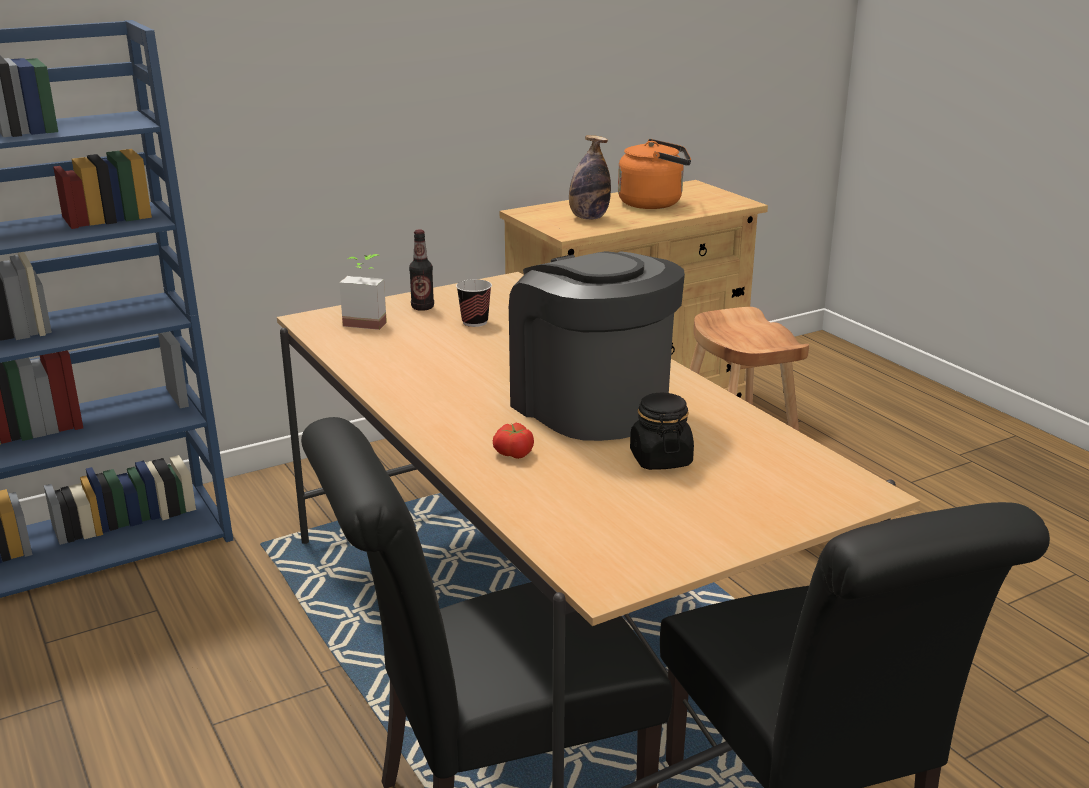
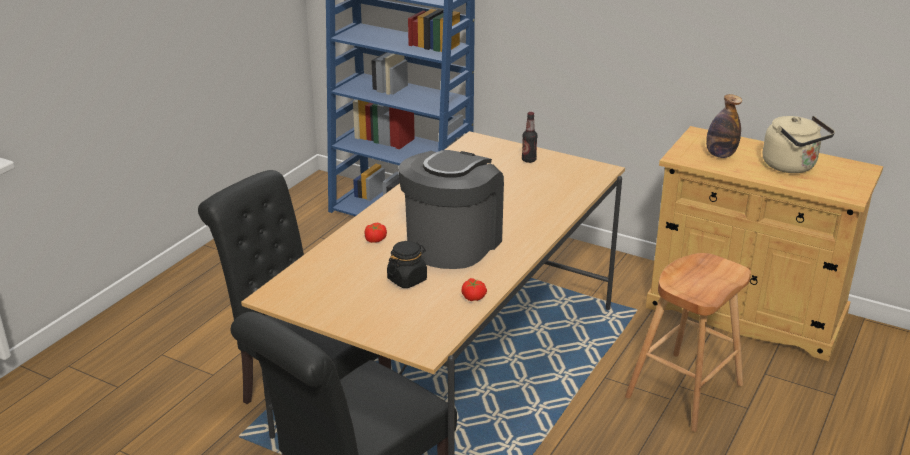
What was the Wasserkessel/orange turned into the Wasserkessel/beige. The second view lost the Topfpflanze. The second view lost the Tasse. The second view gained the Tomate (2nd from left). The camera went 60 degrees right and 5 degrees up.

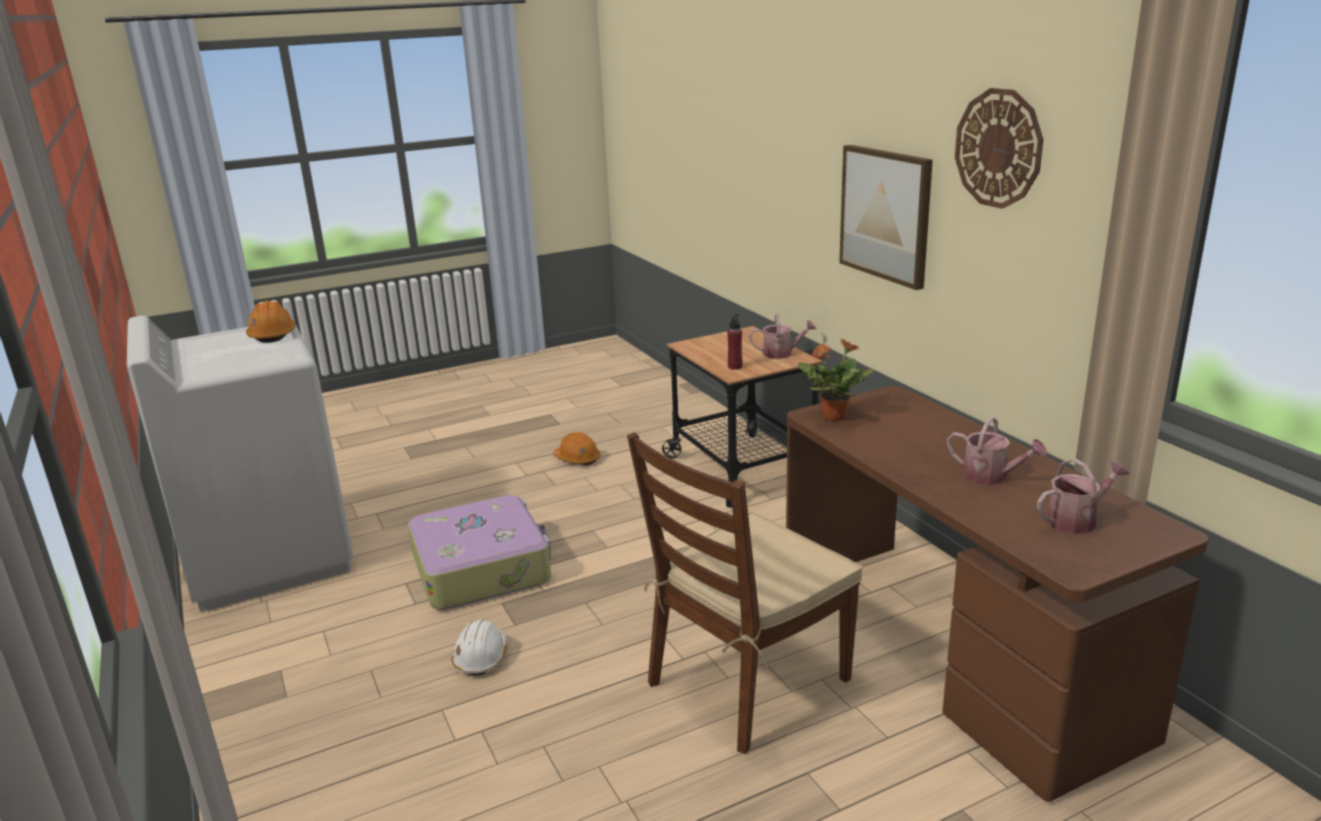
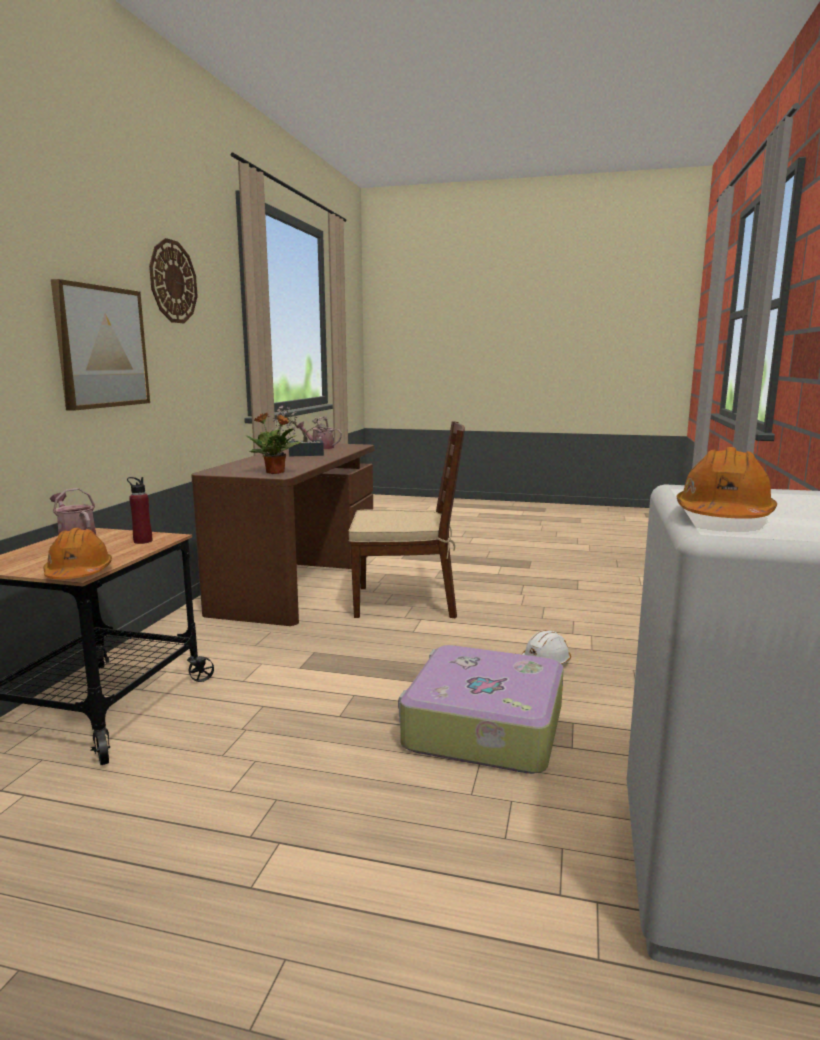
Where the Gießkanne (2nd from left) stood, the Topfpflanze (2nd from left) came to stand. The Schutzhelm/orange (2nd from left in the first image) ended up elsewhere. The camera went 140 degrees left and 10 degrees down.

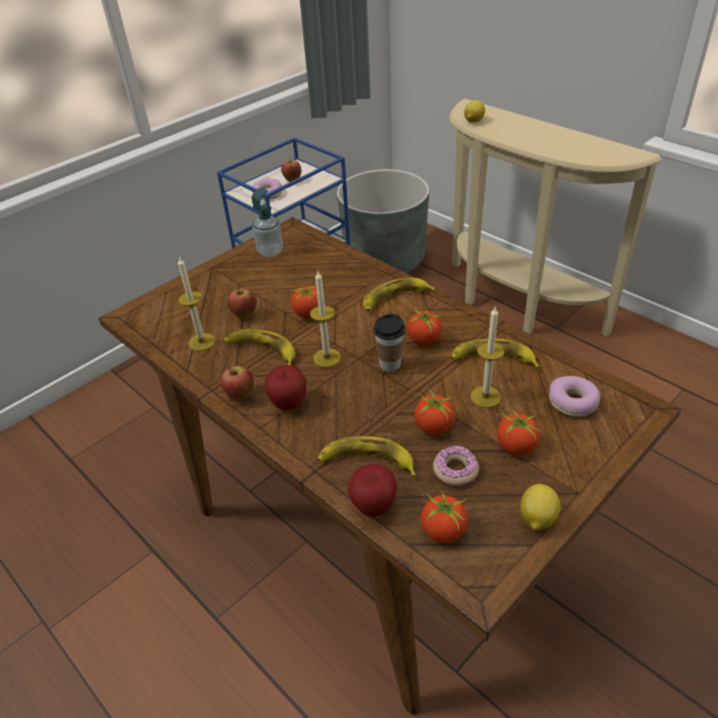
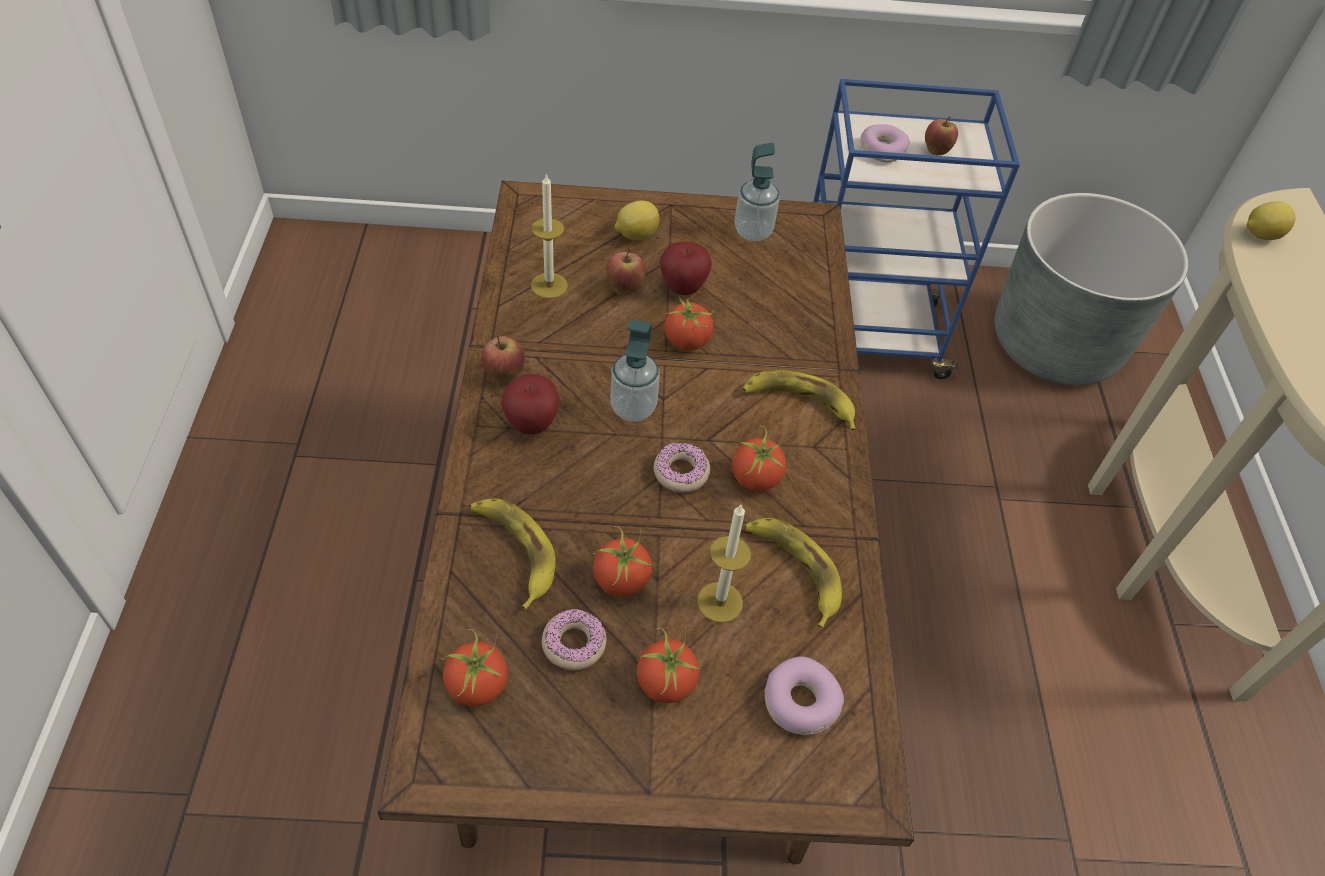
Where the Kerze (2nd from left) stood, the Seifenspender (1st from left) came to stand. Where the Tasse stood, the Donut (2nd from left) came to stand. The second view lost the Banane (1st from left). The Apfel (5th from left in the first image) ended up elsewhere. The Zitrone (2nd from left in the first image) ended up elsewhere. The camera went 40 degrees right and 10 degrees up.

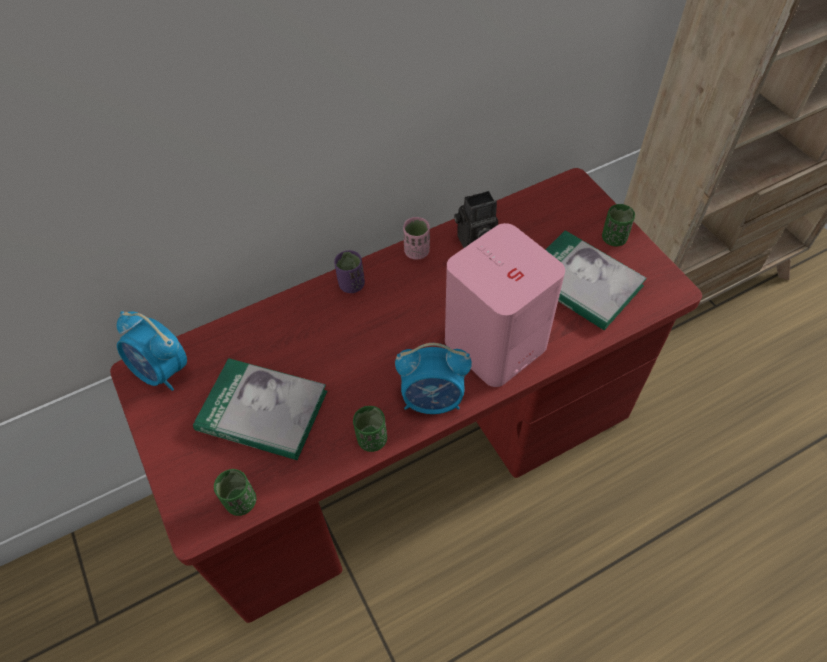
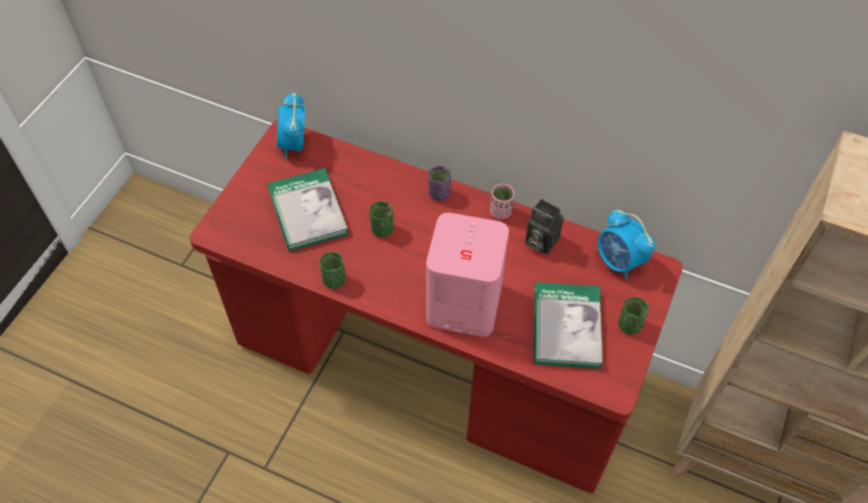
The Wecker (2nd from left) ended up elsewhere. The Tasse/grün (1st from left in the first image) ended up elsewhere. The camera went 50 degrees right and 0 degrees up.

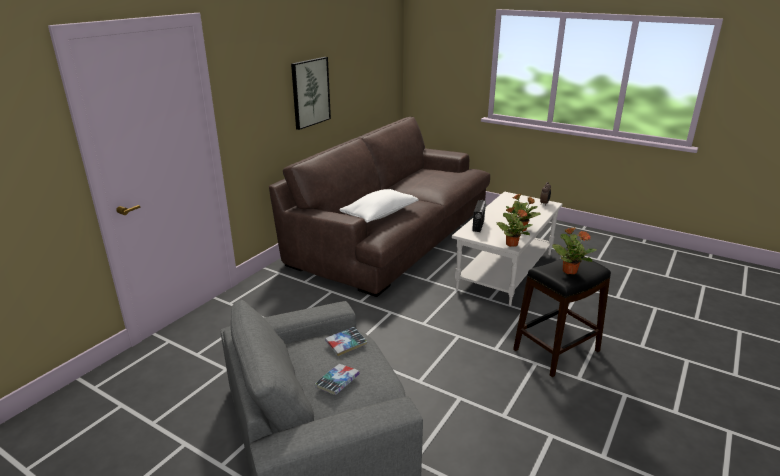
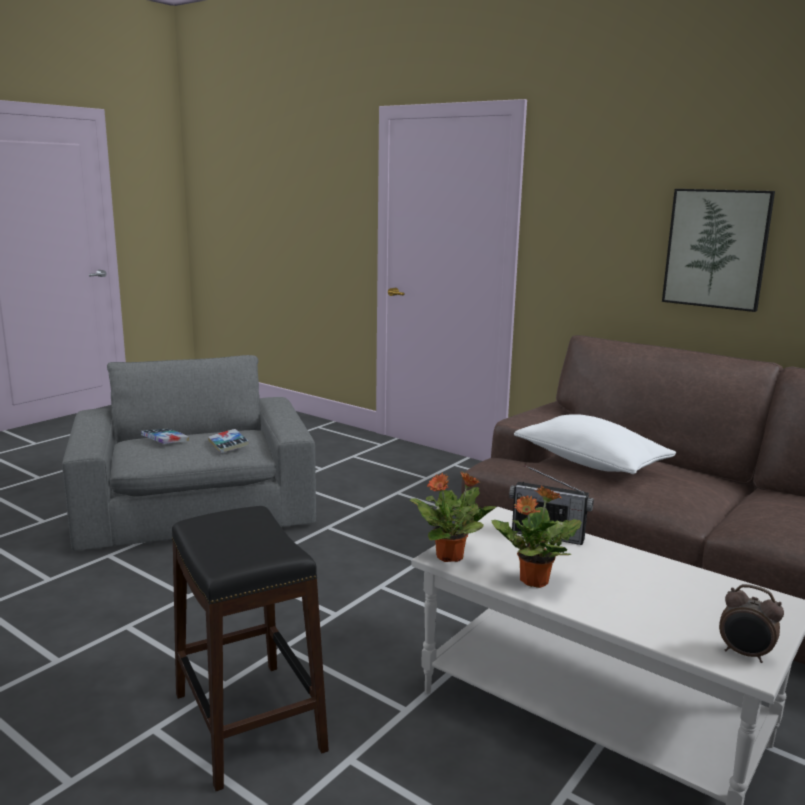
The second view lost the Topfpflanze (3rd from left). The camera went 95 degrees right and 10 degrees down.

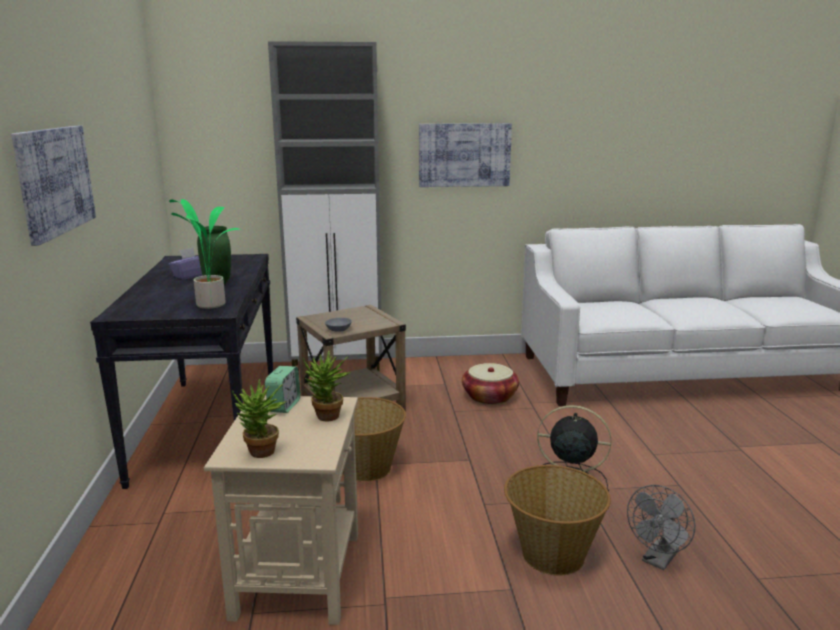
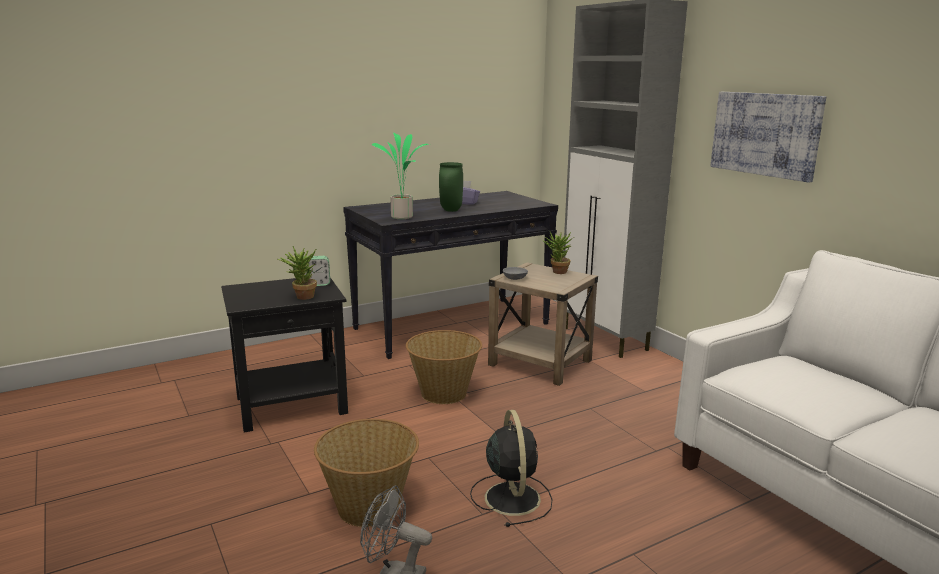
The second view lost the Bild (1st from left). The second view lost the Korb (2nd from left). The Topfpflanze (2nd from left in the first image) ended up elsewhere. What was the Beistelltisch/beige (1st from left) turned into the Beistelltisch/schwarz. The camera went 65 degrees right and 0 degrees up.

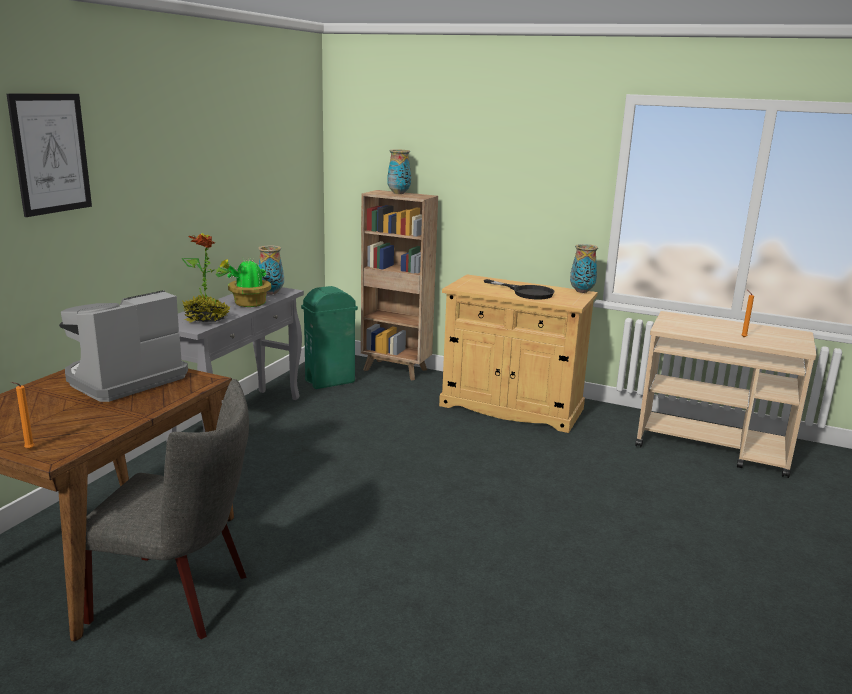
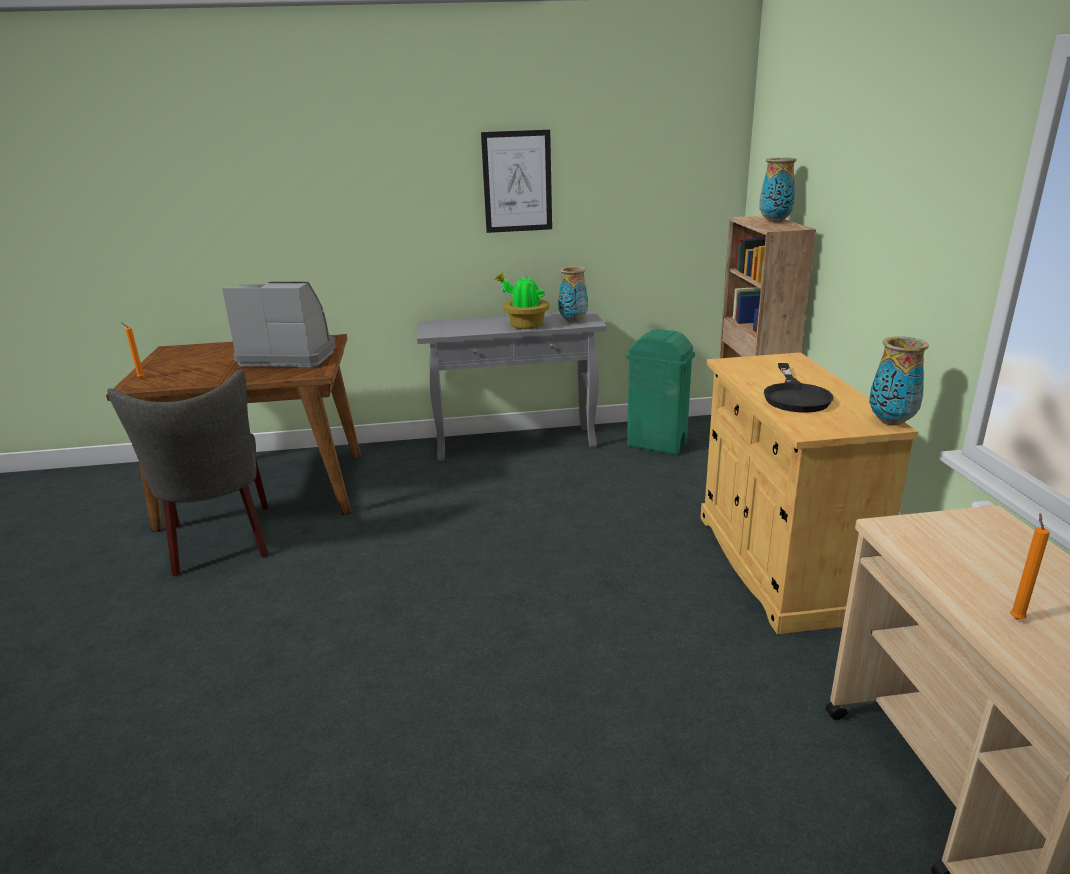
The Bild ended up elsewhere. The second view lost the Topfpflanze (1st from left). The camera went 60 degrees right and 5 degrees up.

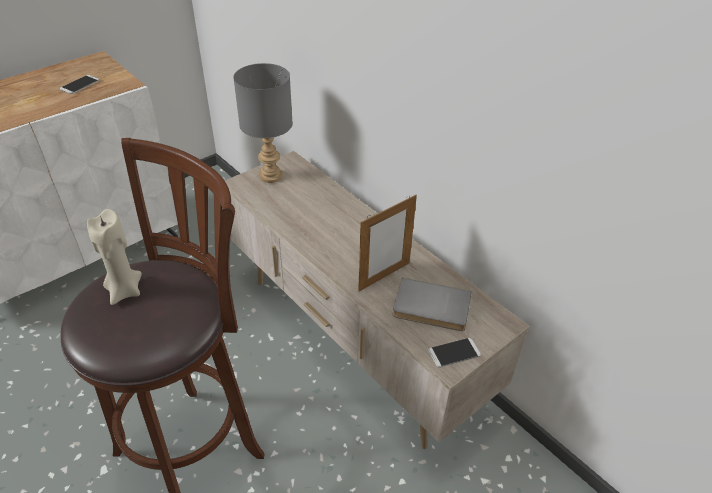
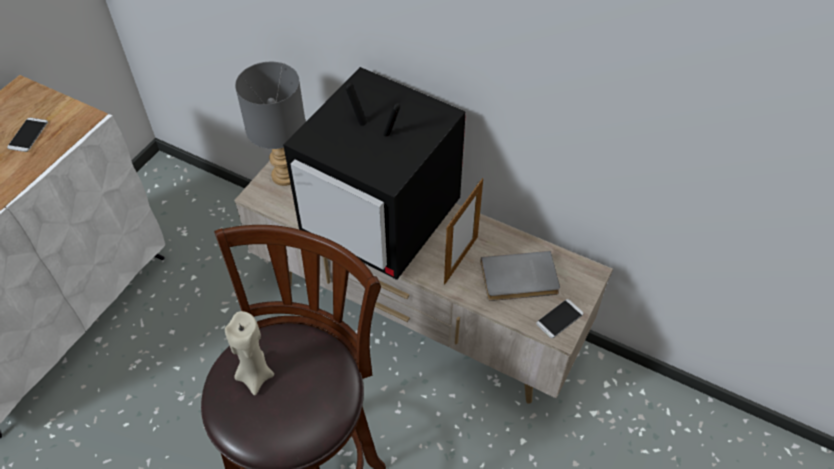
The second view gained the Fernseher. The camera went 20 degrees left and 10 degrees up.

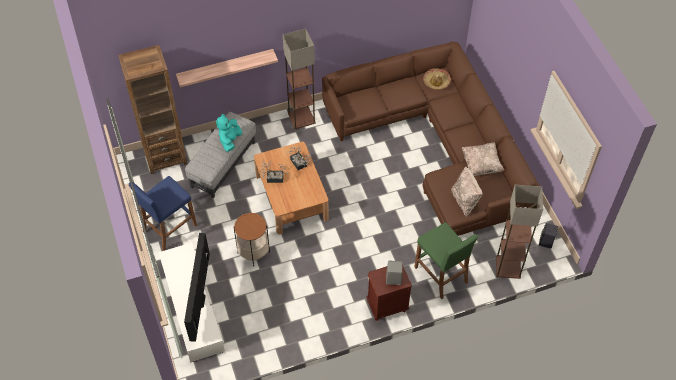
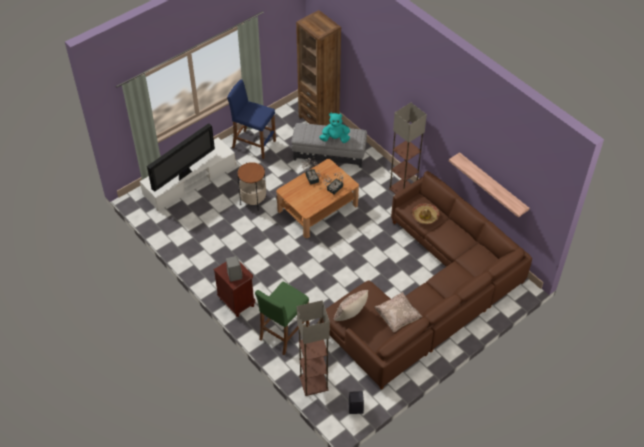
The Wandregal ended up elsewhere. The Hut ended up elsewhere. The Fernseher ended up facing another way, 150 degrees clockwise from before. The camera went 70 degrees right and 5 degrees down.

